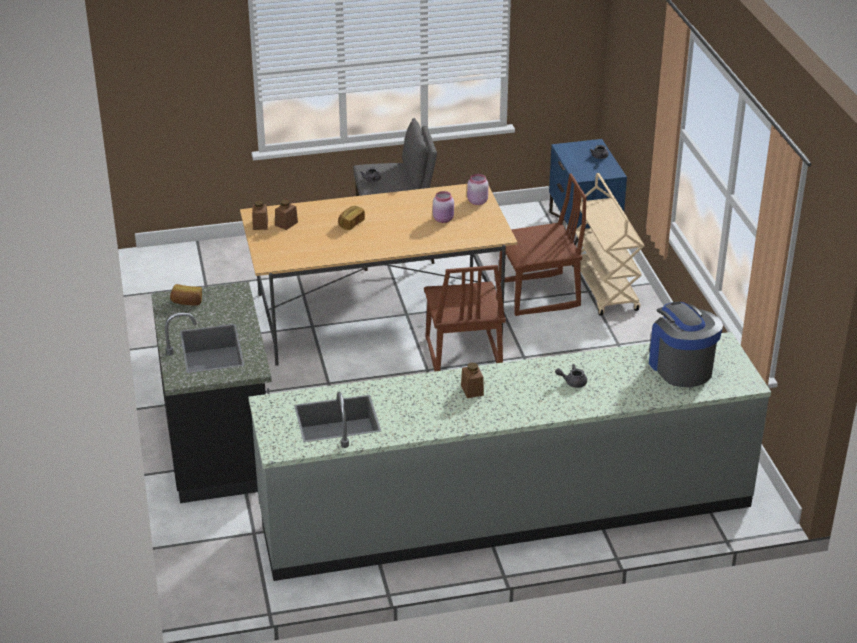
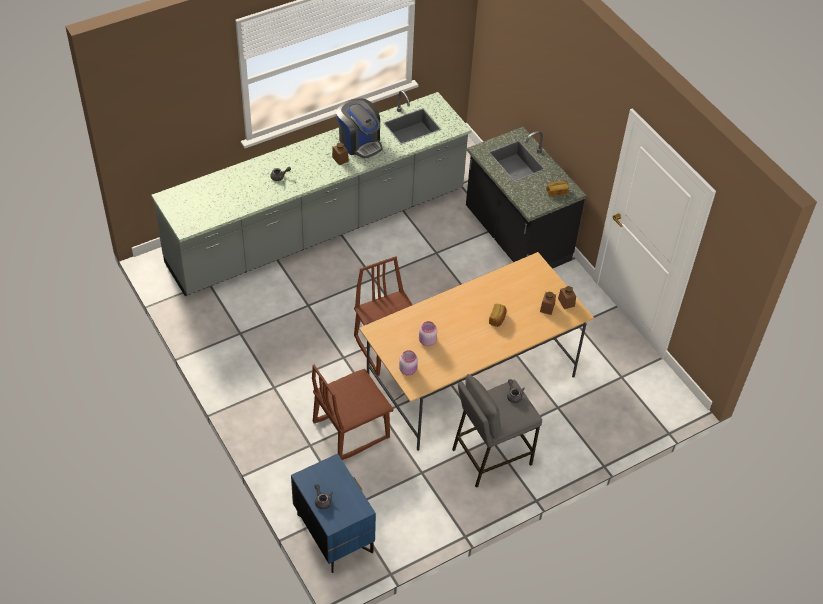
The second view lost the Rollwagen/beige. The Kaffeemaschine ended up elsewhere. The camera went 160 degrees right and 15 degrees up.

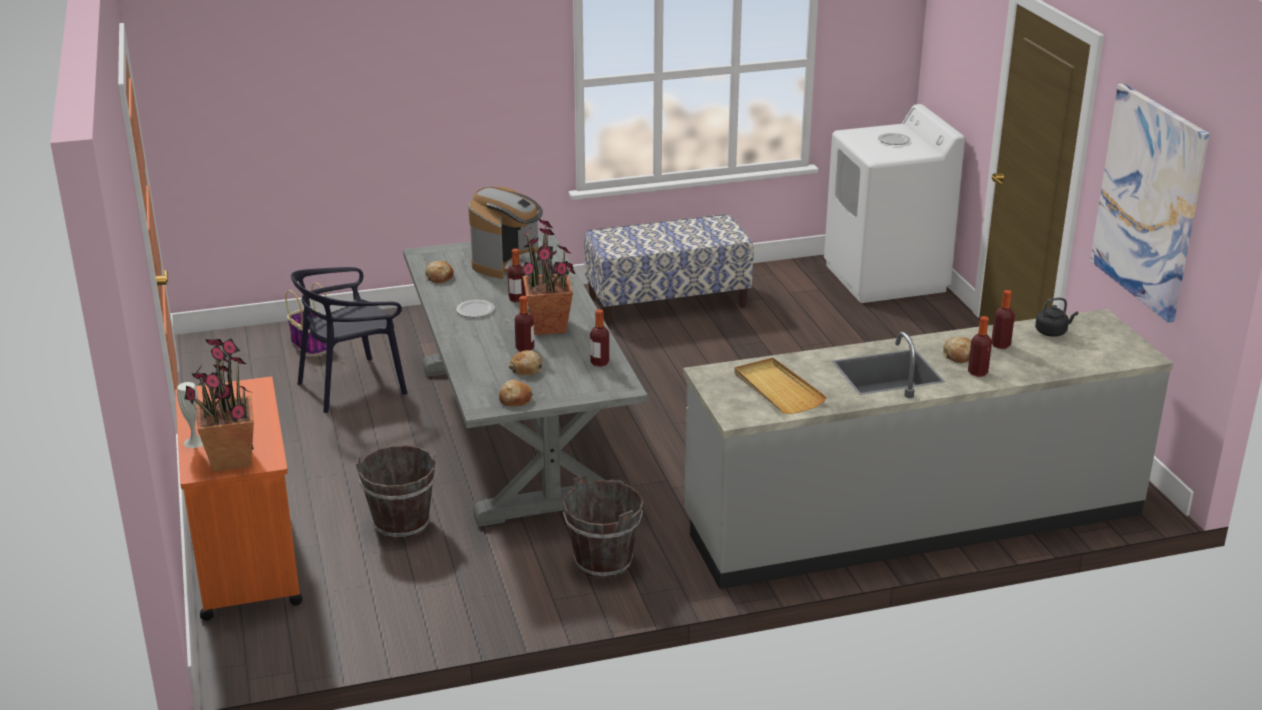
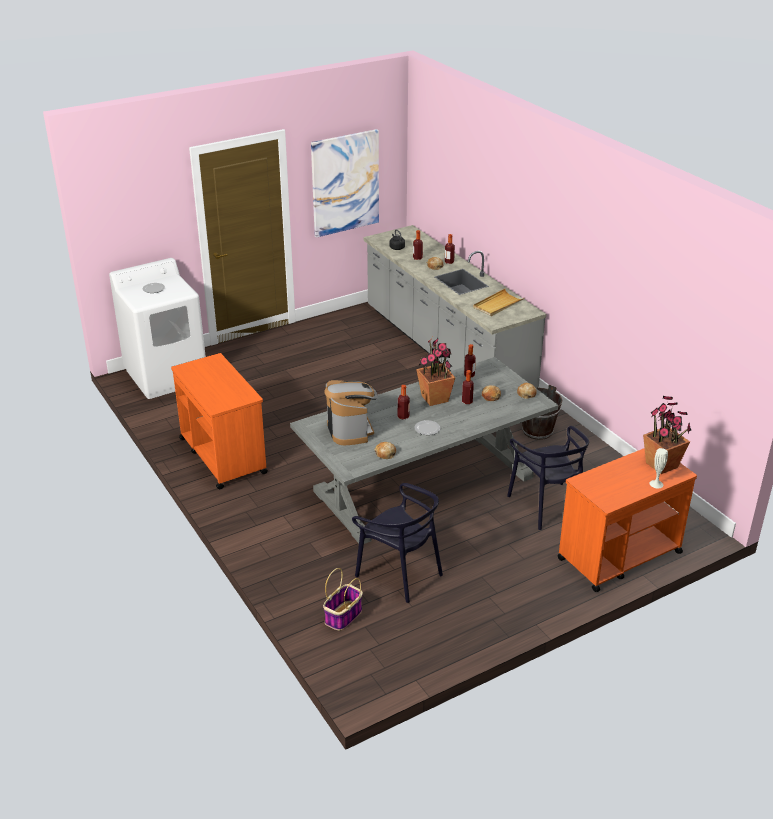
The Kaffeemaschine ended up facing another way, 60 degrees clockwise from before. Where the Bank stood, the Rollwagen/orange (1st from left) came to stand. Where the Eimer/braun (1st from left) stood, the Stuhl/schwarz (2nd from left) came to stand. The camera went 105 degrees left and 5 degrees up.

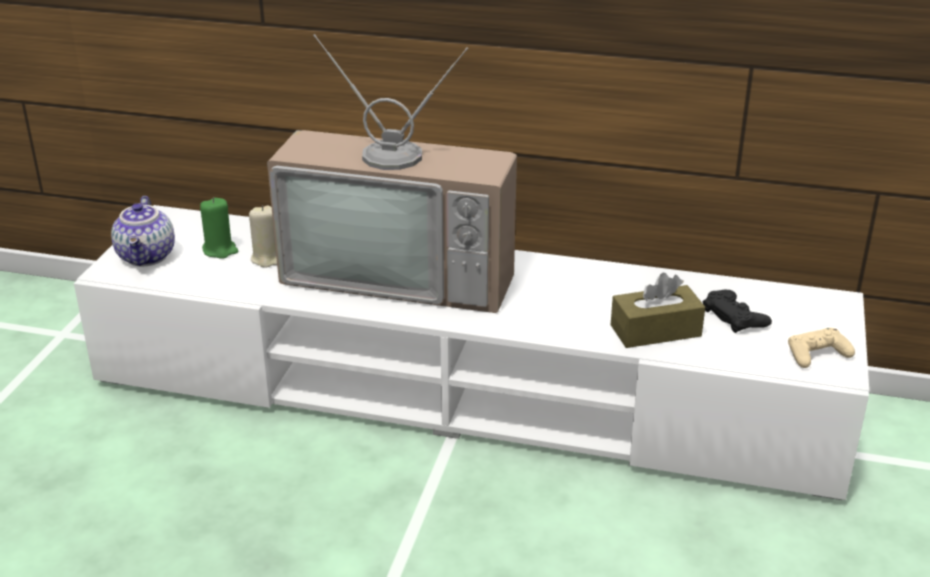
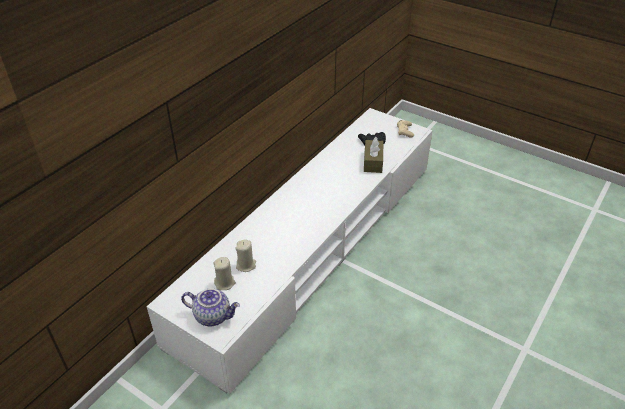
The second view lost the Fernseher. What was the Kerze/grün turned into the Kerze/beige (1st from left). The camera went 70 degrees left and 10 degrees up.

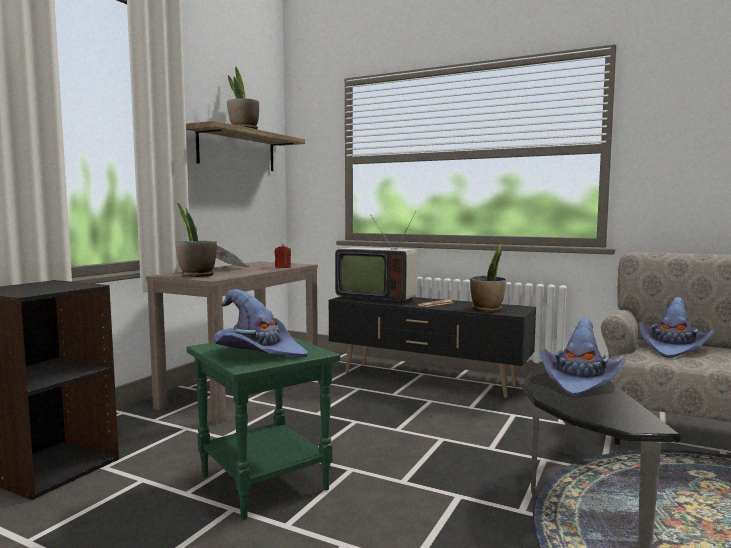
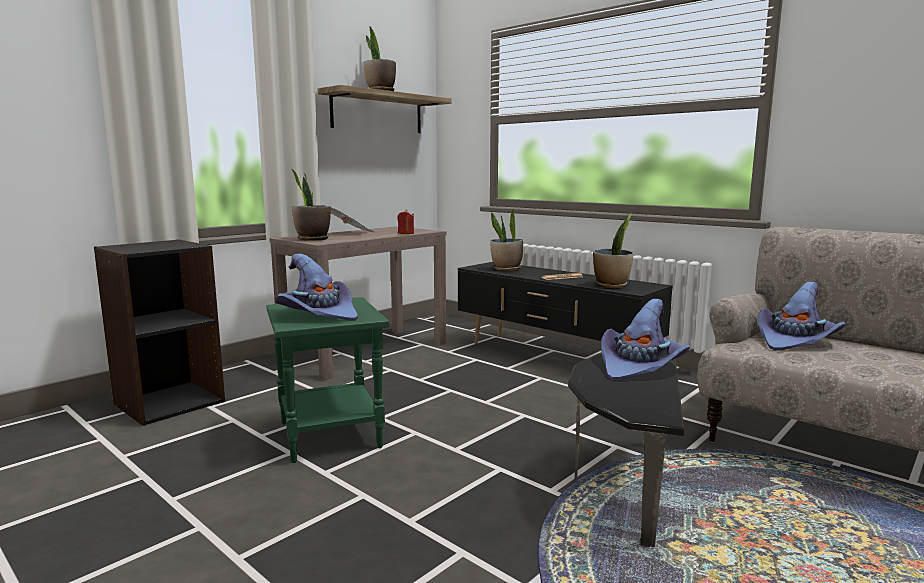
Where the Fernseher stood, the Topfpflanze (3rd from left) came to stand. The camera went 15 degrees right and 5 degrees up.

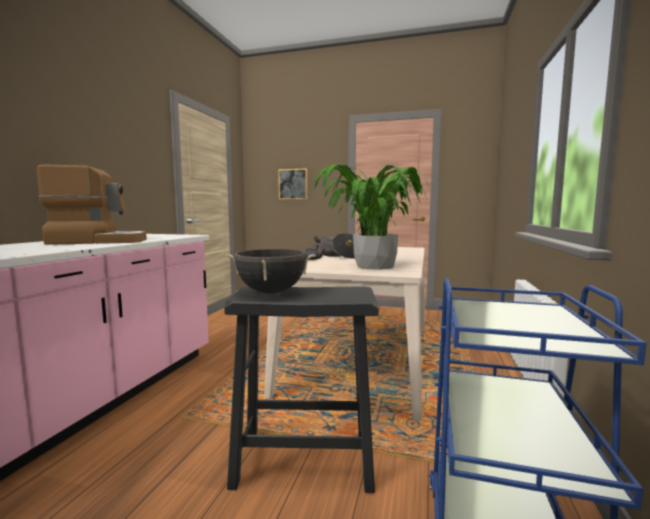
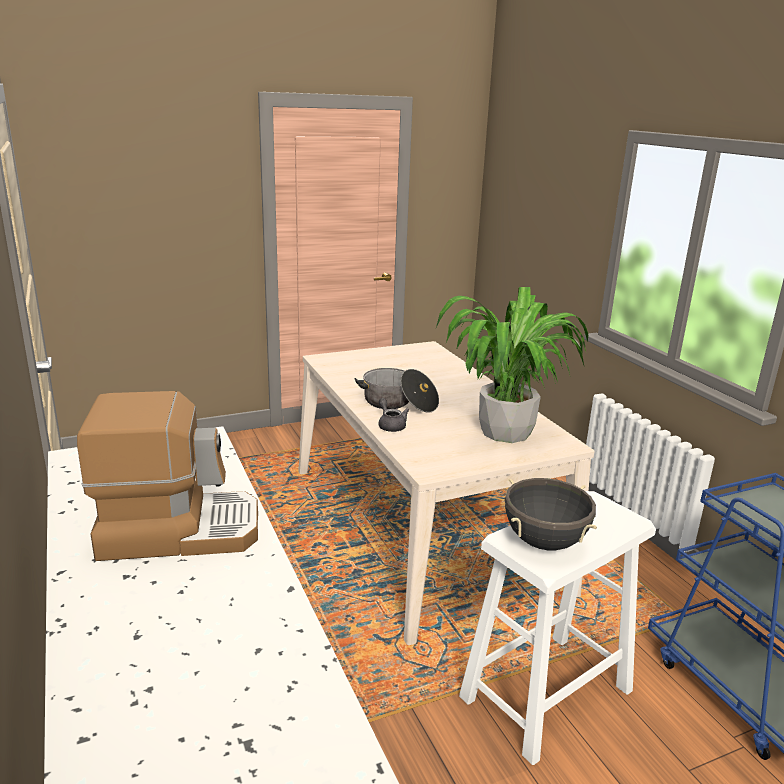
The Kaffeemaschine ended up facing another way, 45 degrees clockwise from before. The second view lost the Bild. What was the Hocker/schwarz turned into the Hocker/weiß. The camera went 40 degrees left and 15 degrees up.

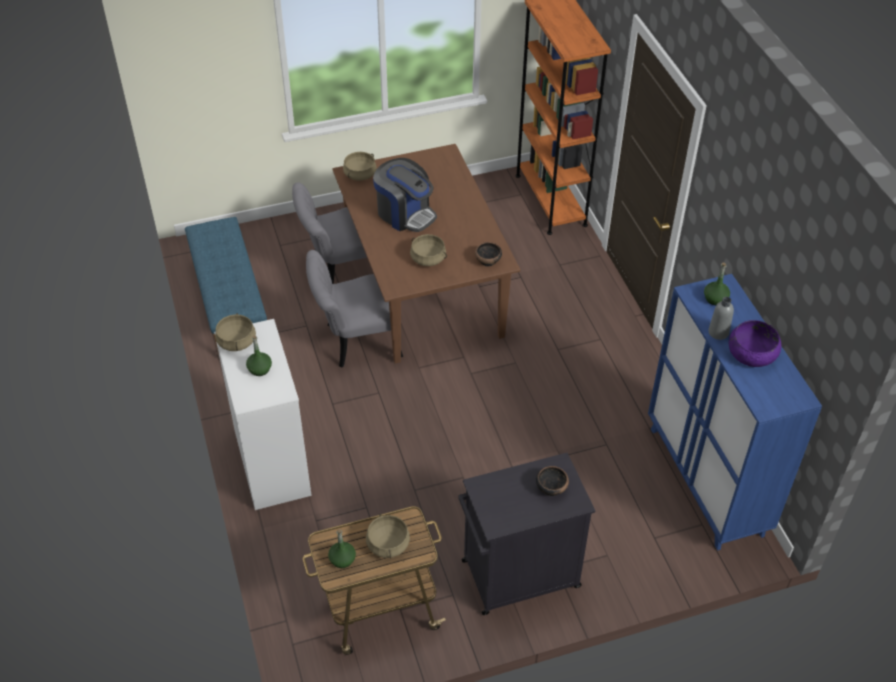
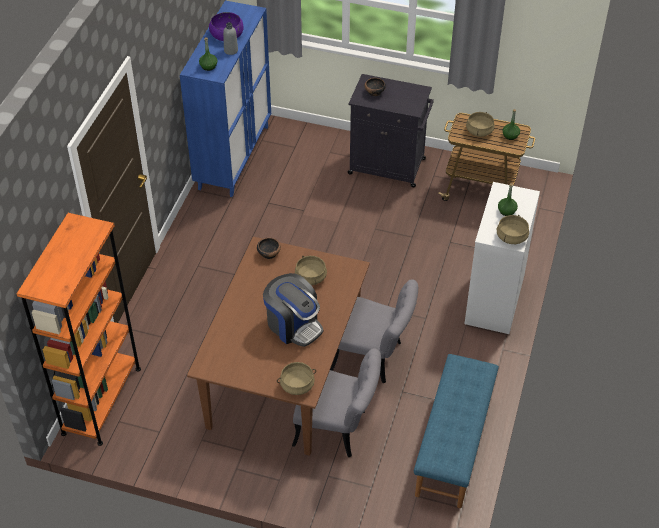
The Kaffeemaschine ended up facing another way, 150 degrees clockwise from before. The camera went 145 degrees left and 0 degrees up.

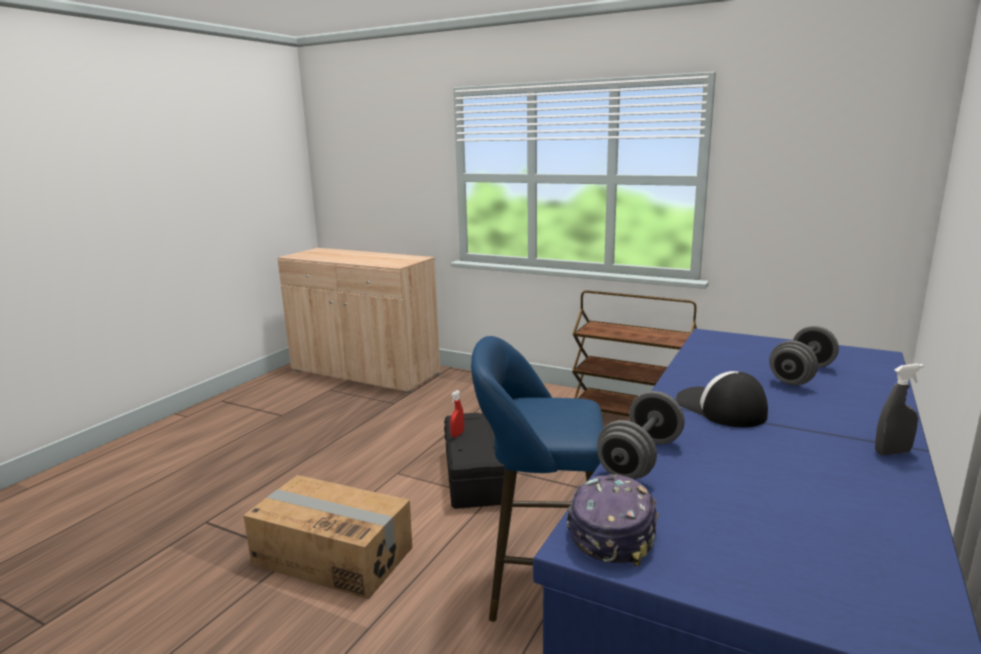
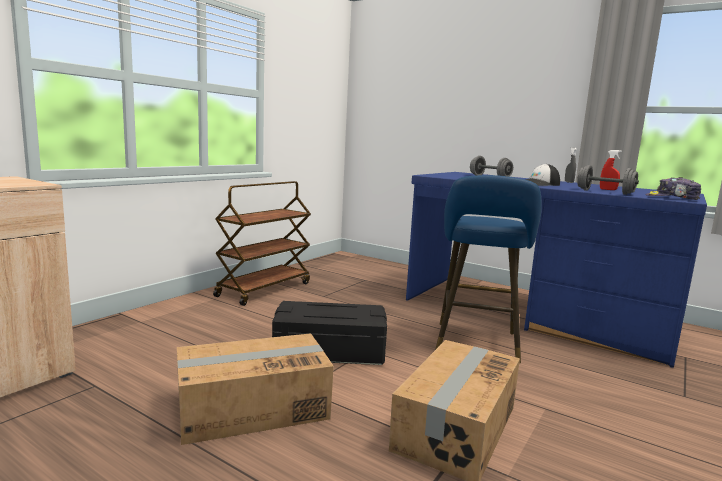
The Sprühflasche/rot ended up elsewhere. The second view gained the Karton (1st from left). The camera went 85 degrees left and 5 degrees down.

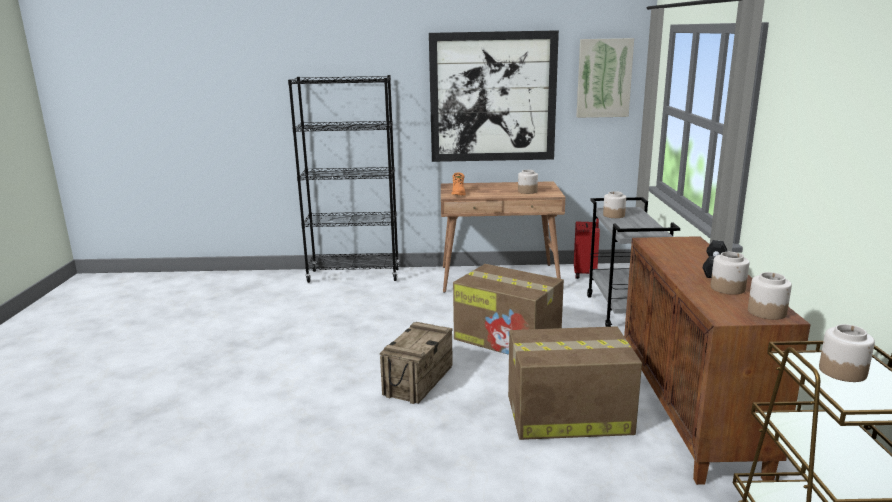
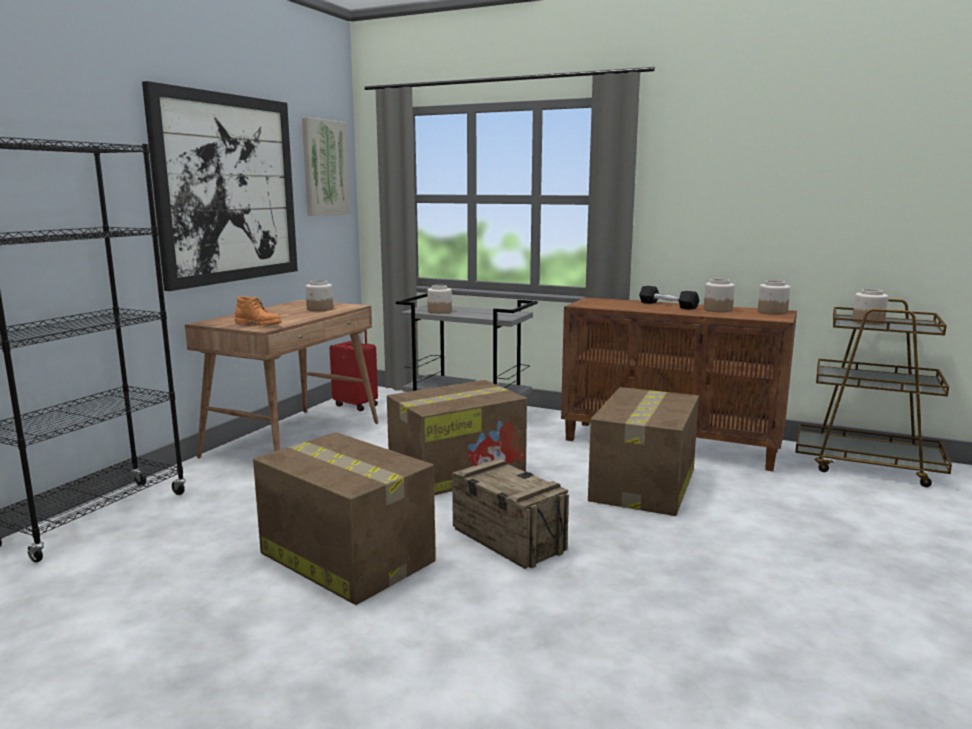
The second view gained the Karton (1st from left). The camera went 65 degrees left and 5 degrees down.

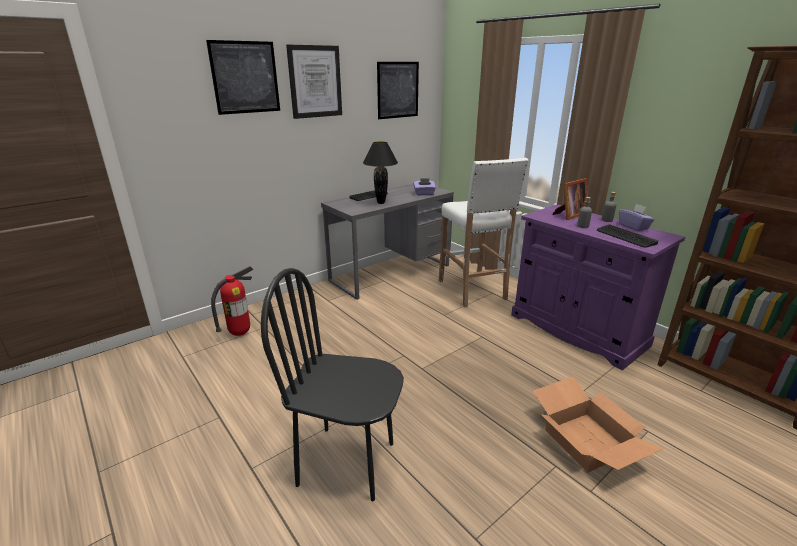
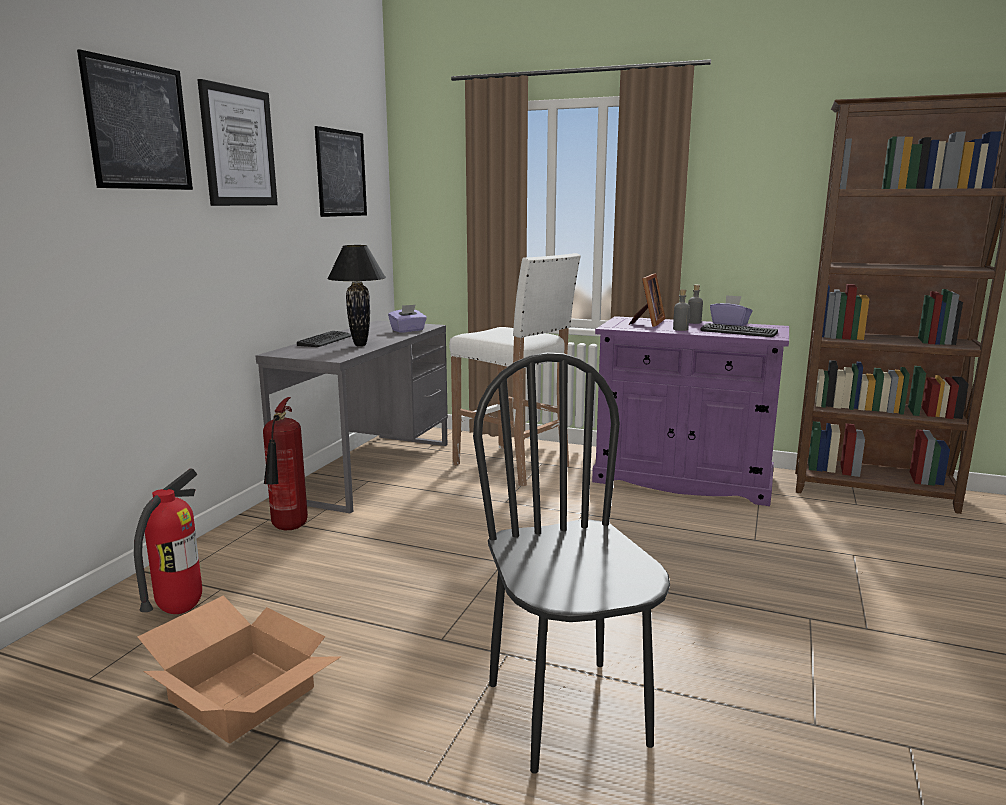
The Stuhl/schwarz ended up facing another way, 90 degrees clockwise from before. The Karton ended up elsewhere. The second view gained the Feuerlöscher (2nd from left). The camera went 30 degrees left and 10 degrees down.

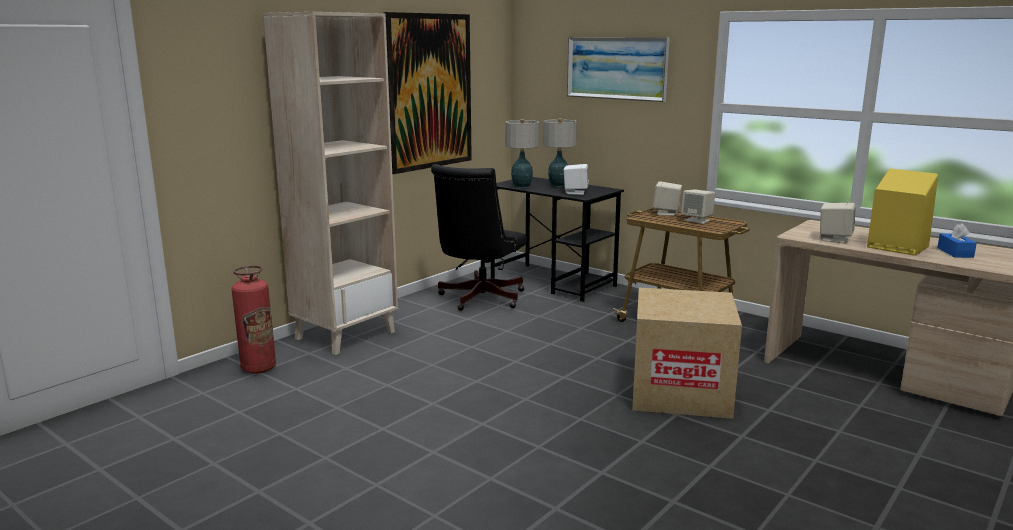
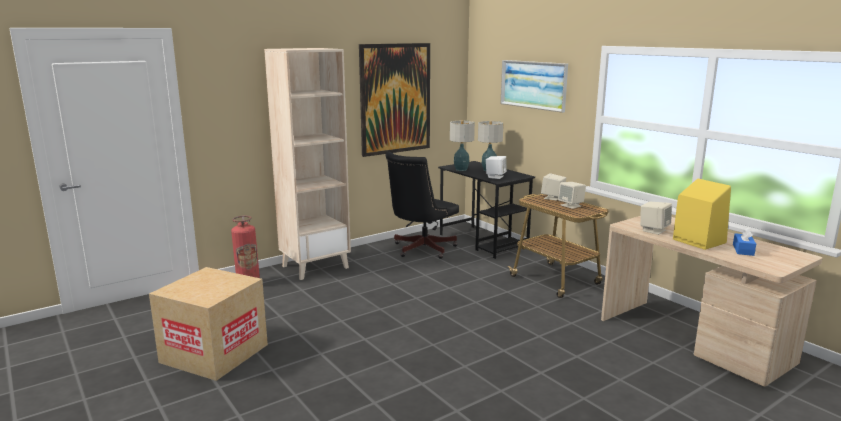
The Karton ended up elsewhere. The camera went 15 degrees right and 0 degrees up.

